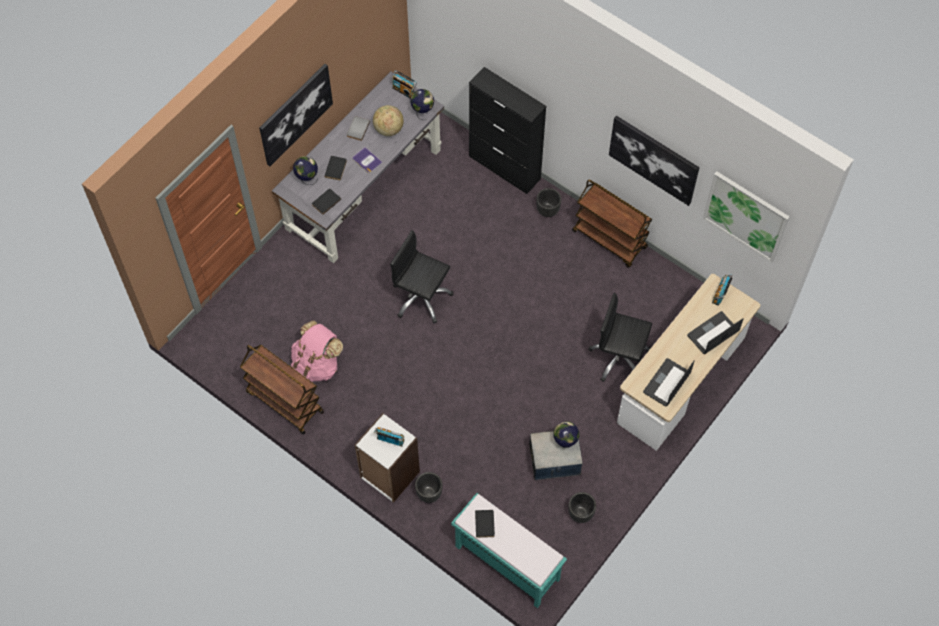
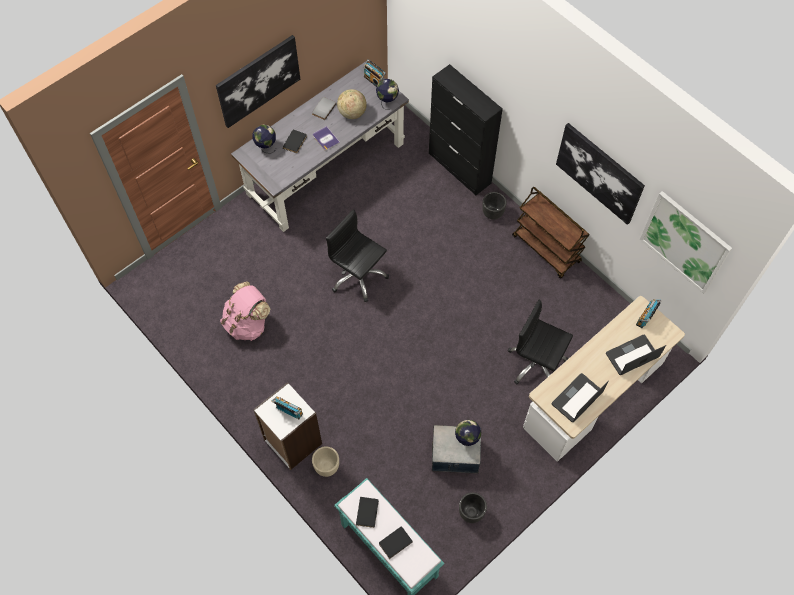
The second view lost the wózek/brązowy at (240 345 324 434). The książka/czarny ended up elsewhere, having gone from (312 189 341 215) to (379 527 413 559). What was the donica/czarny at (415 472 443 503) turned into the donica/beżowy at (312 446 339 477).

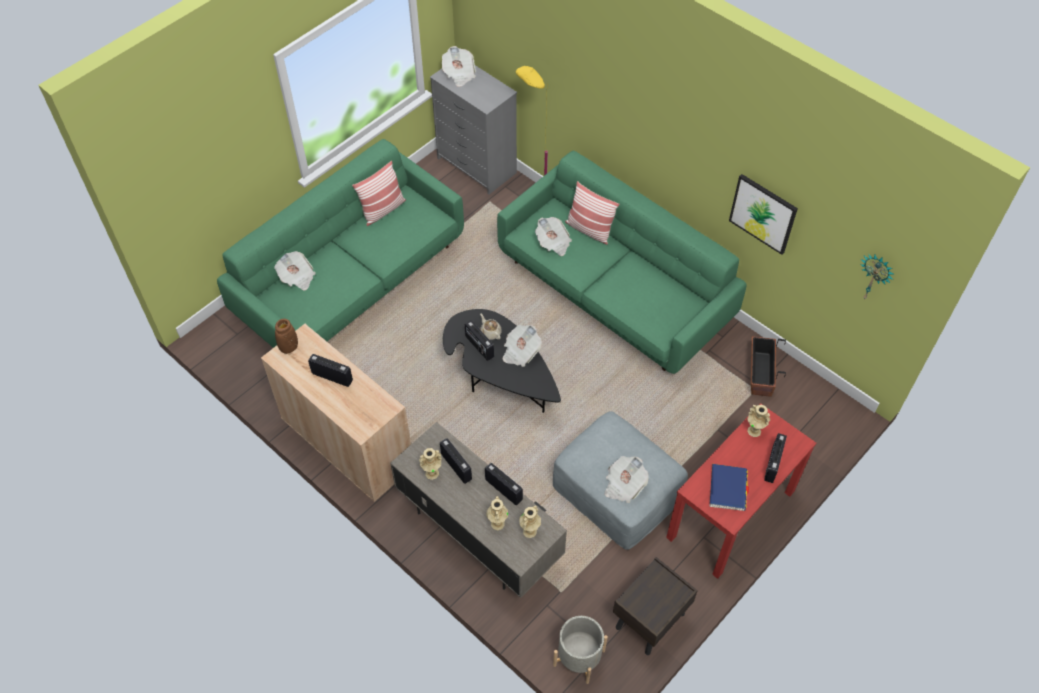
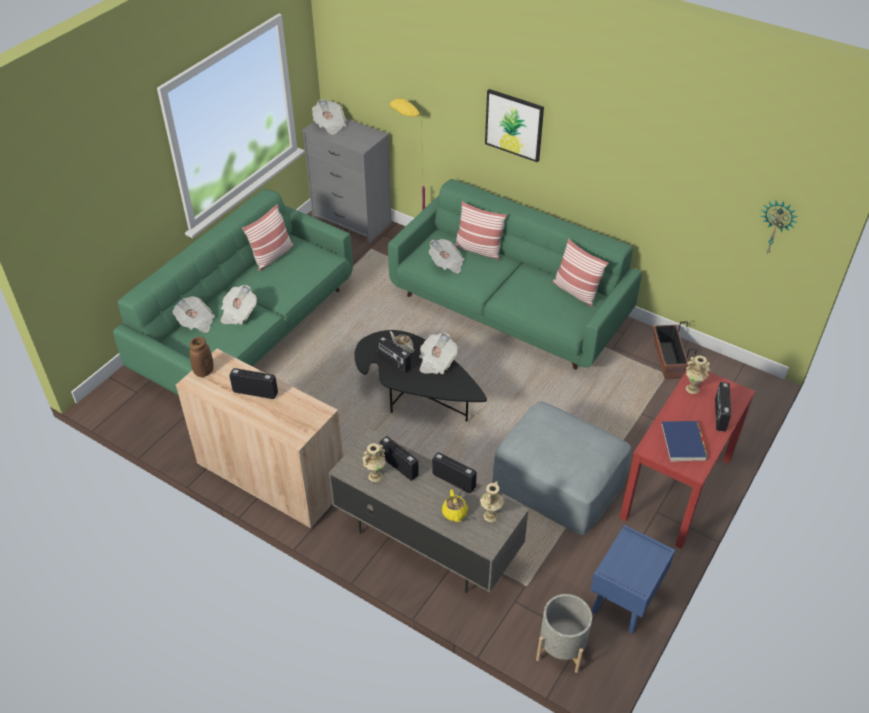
The second view gained the poduszka at (552 239 609 306). The gazeta ended up elsewhere, having gone from (605 456 649 503) to (221 285 257 325). The obraz ended up elsewhere, having gone from (729 174 798 255) to (485 89 544 162). Where the wazon/beżowy stood at (487 496 508 530), the imbryk/żółty came to stand at (442 489 468 522). What was the szafka nocna/brązowy at (613 557 698 655) turned into the szafka nocna/niebieski at (590 525 675 634).

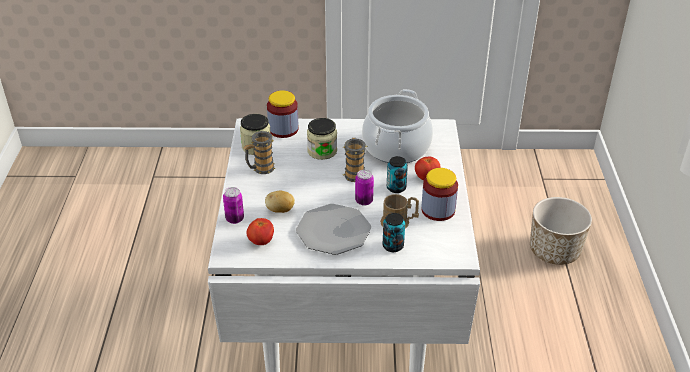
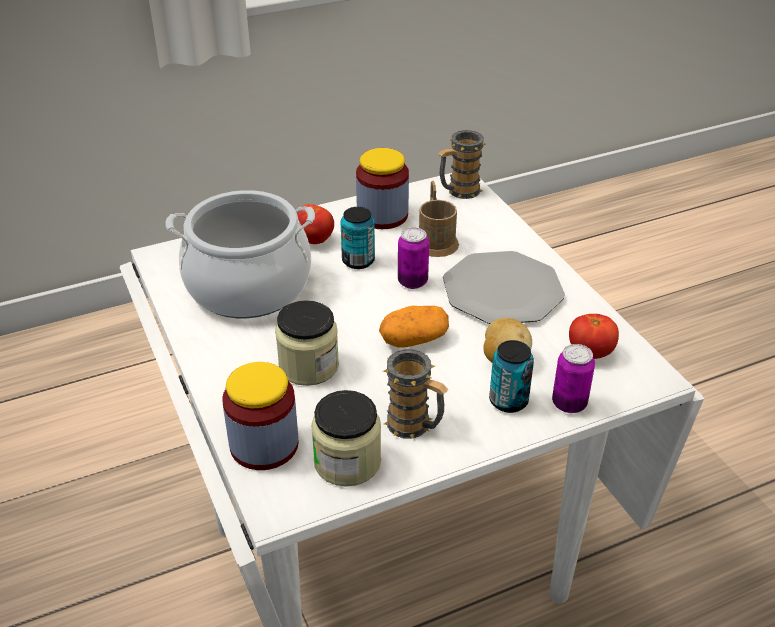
The second view lost the donica at (530 197 592 265). The second view gained the ziemniak at (379 306 449 348). The kubek ended up elsewhere, having gone from (343 138 367 182) to (438 130 486 199). The puszka ended up elsewhere, having gone from (383 213 405 252) to (489 340 534 413).

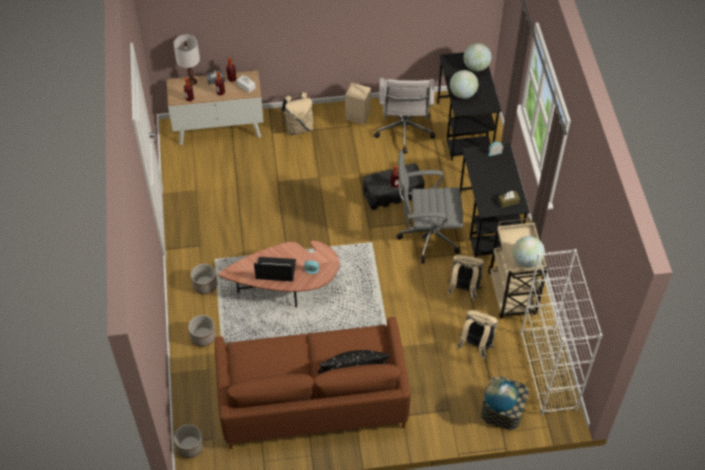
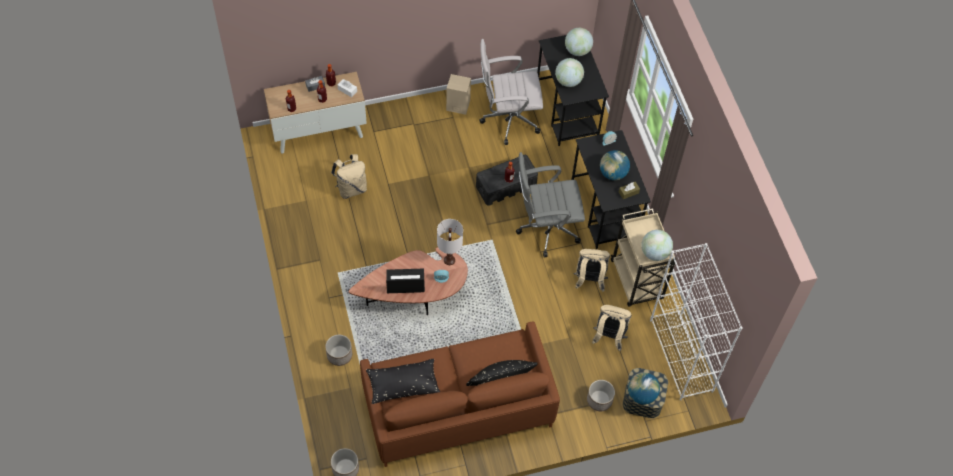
The second view gained the poduszka/czarny at (366 359 440 404). The second view gained the globus at (600 150 630 180). The lampa stołowa/biały ended up elsewhere, having gone from (173 34 200 86) to (437 219 463 265). The donica ended up elsewhere, having gone from (191 264 217 294) to (587 380 615 411). The plecak/beżowy ended up elsewhere, having gone from (281 92 314 135) to (331 154 367 199). The krzesło biurowe/biały at (374 78 435 154) ended up facing another way, 90 degrees clockwise from before.

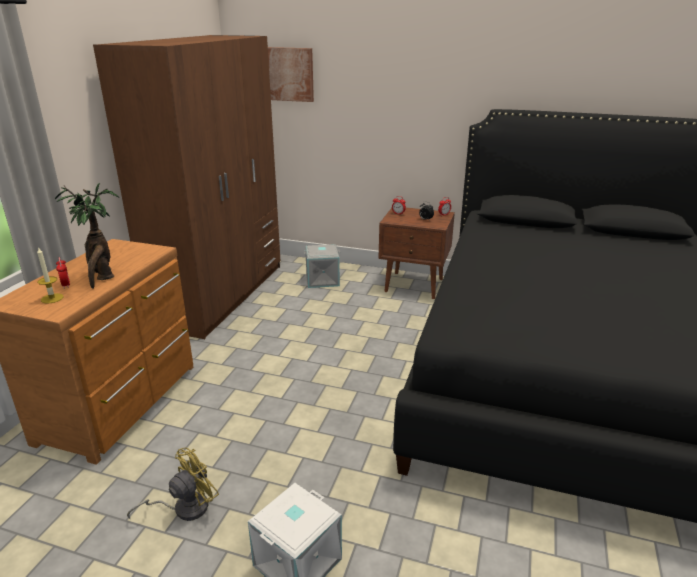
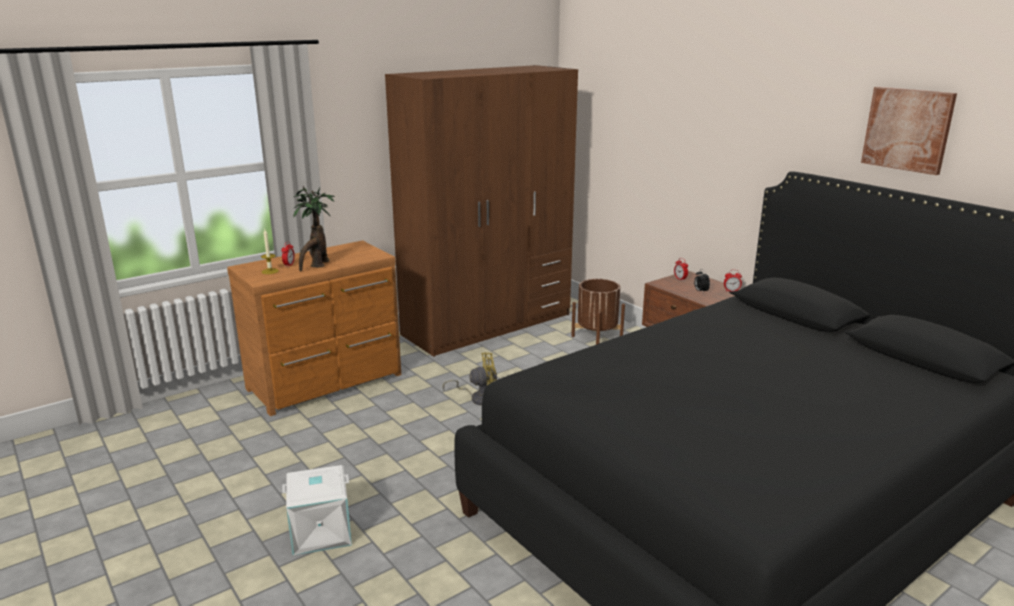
The wentylator/żółty ended up elsewhere, having gone from (127 448 219 521) to (443 352 497 405). The obraz ended up elsewhere, having gone from (268 47 314 102) to (861 87 957 175). Where the pojemnik do przechowywania/szary stood at (304 244 340 288), the donica/brązowy came to stand at (571 279 625 345).

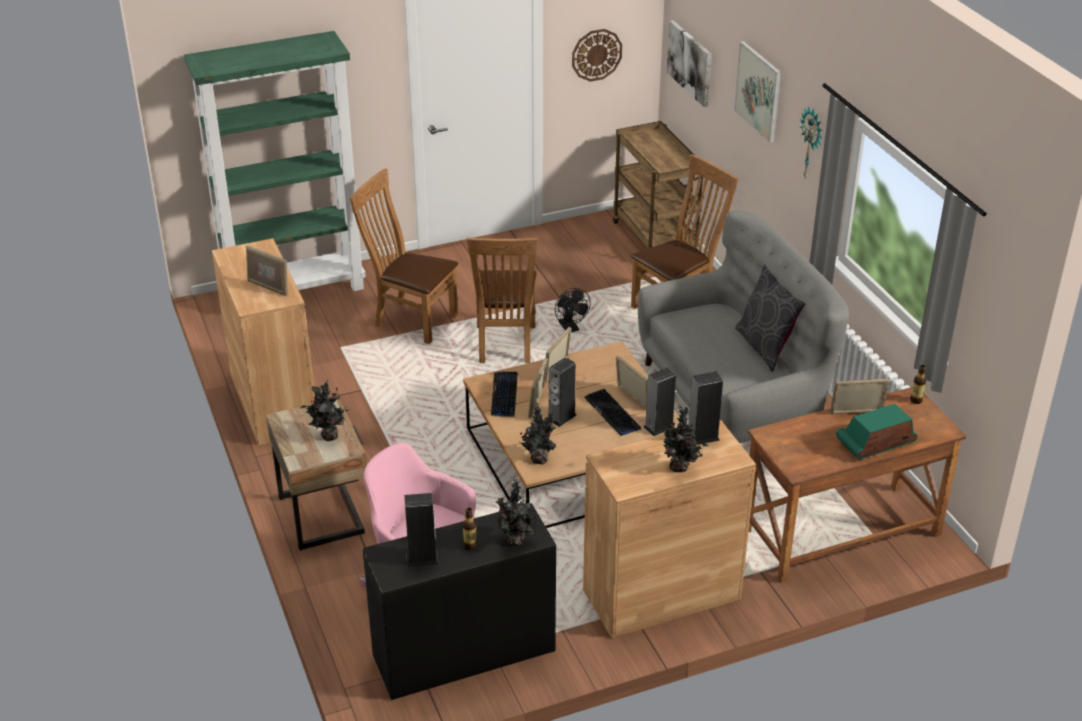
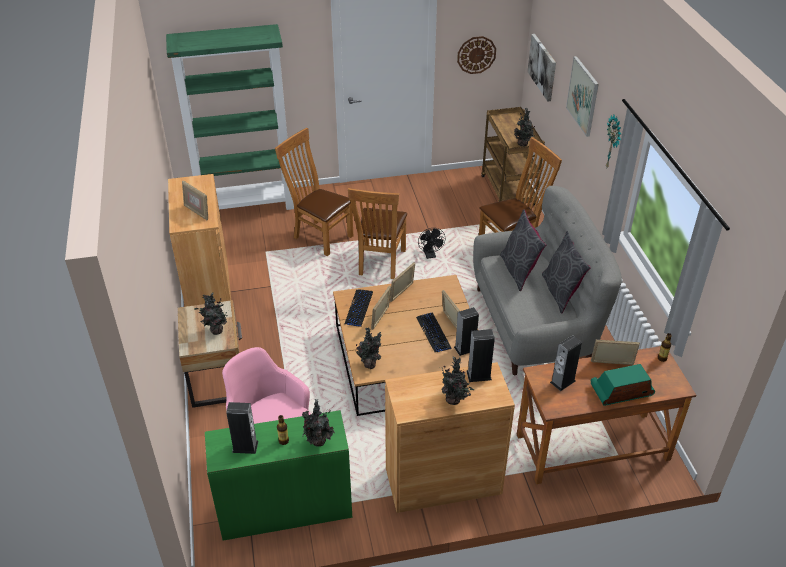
The second view gained the poduszka/szary at (500 209 546 291). The second view gained the roślina doniczkowa at (514 108 535 147). The głośnik ended up elsewhere, having gone from (549 357 576 427) to (550 335 582 391). What was the biurko/czarny at (363 503 556 700) turned into the biurko/zielony at (205 410 352 541).

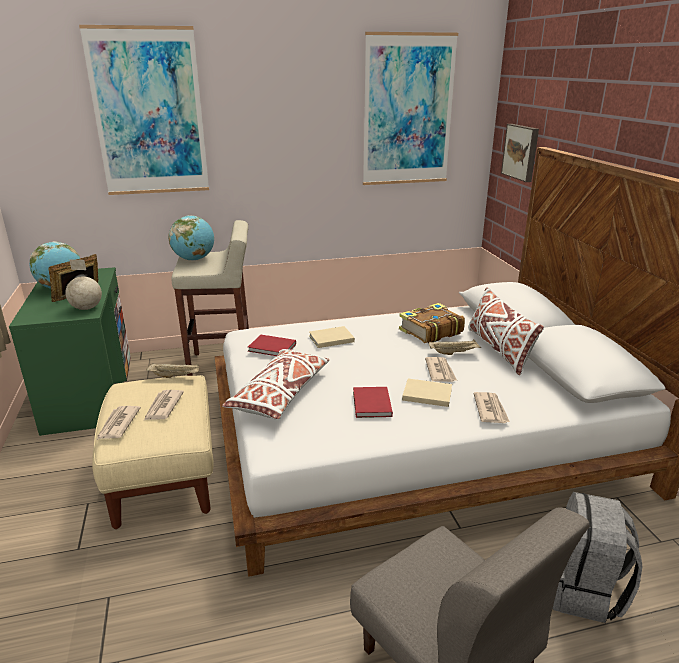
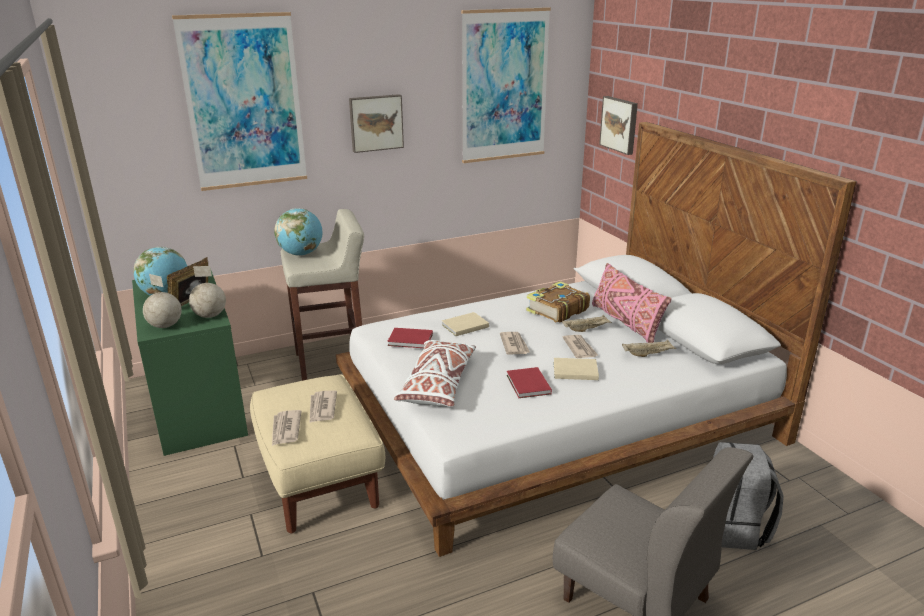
The second view gained the globus at (143 274 182 328). The second view gained the obraz at (349 94 404 153). The taca/beżowy ended up elsewhere, having gone from (146 363 199 378) to (622 340 676 357). The gazeta ended up elsewhere, having gone from (473 392 510 423) to (500 332 530 355). What was the poduszka/biały at (468 287 544 375) turned into the poduszka/różowy at (592 263 672 343).

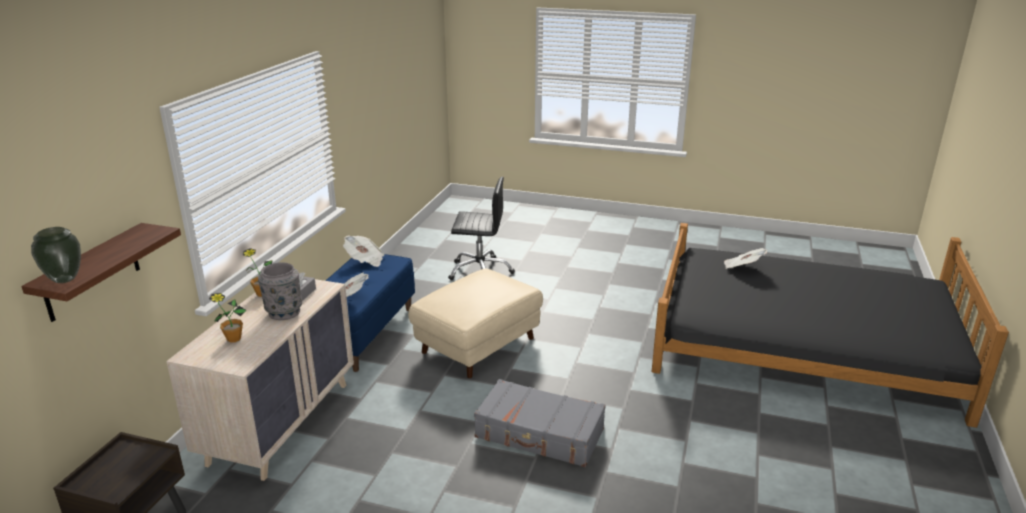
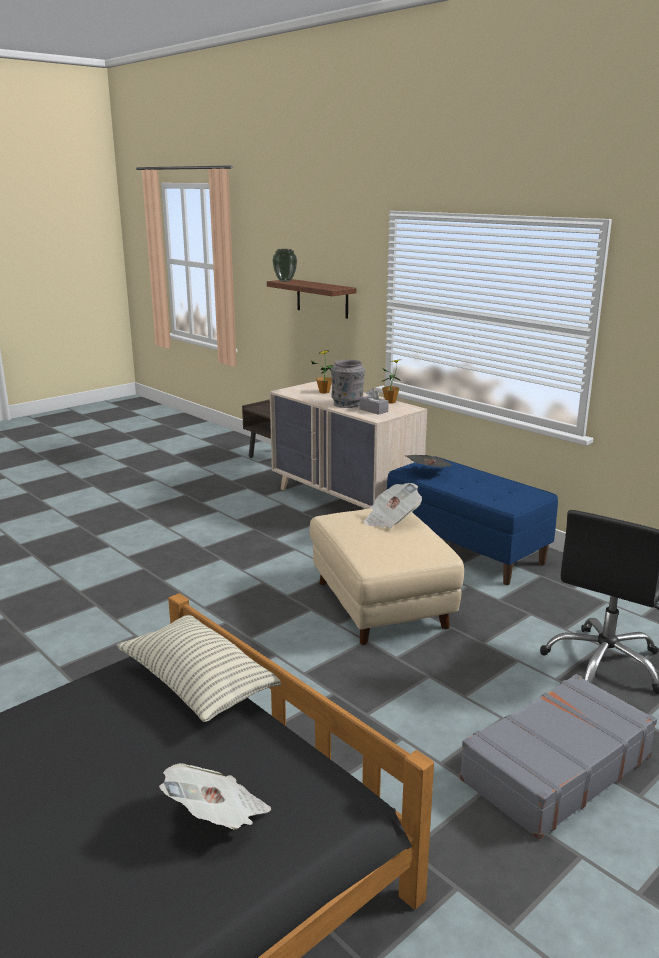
The second view gained the poduszka at (116 615 281 722). The gazeta ended up elsewhere, having gone from (343 235 384 267) to (363 483 422 529). The walizka/szary ended up elsewhere, having gone from (474 379 606 467) to (460 674 657 840).

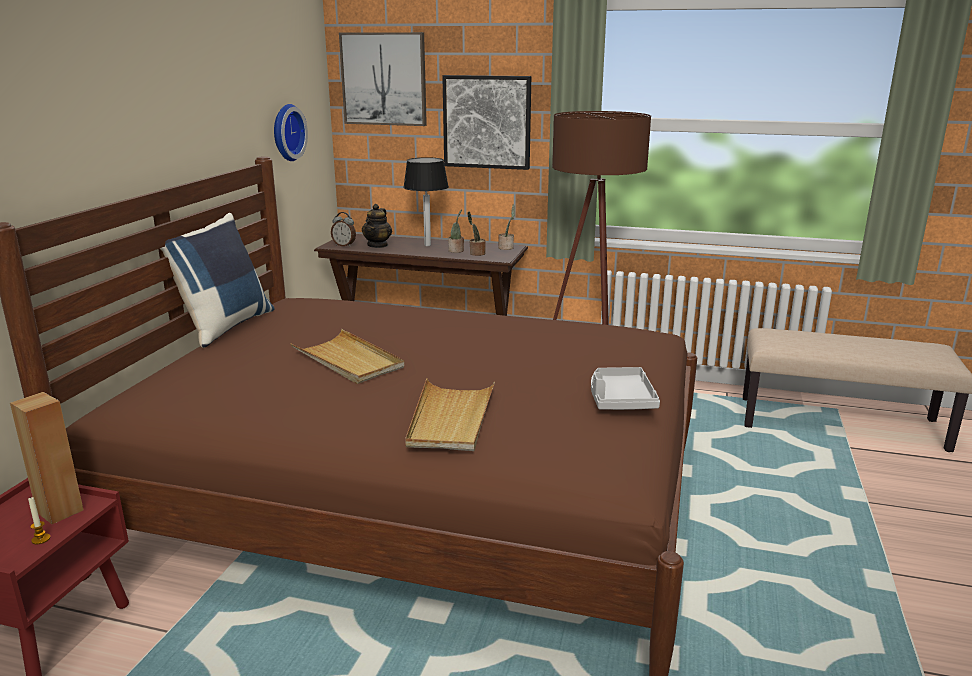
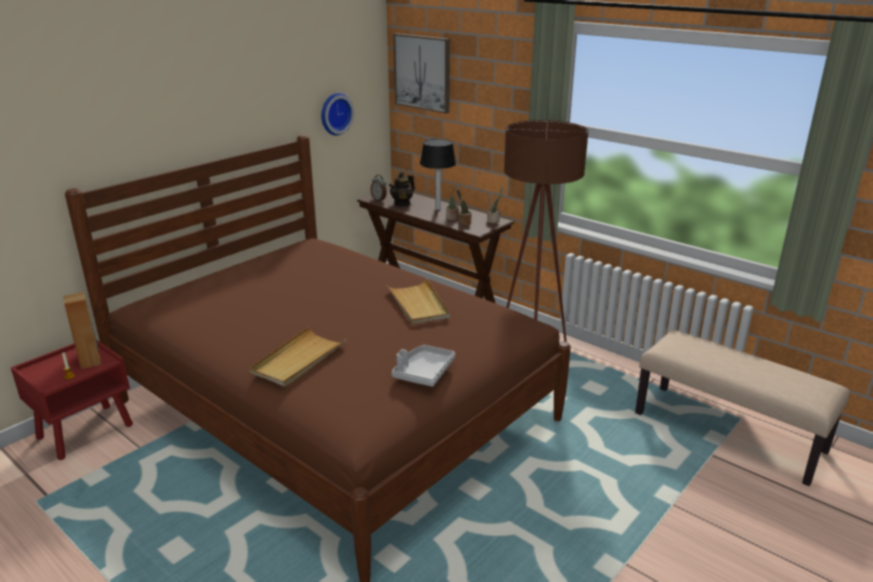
The second view lost the poduszka/niebieski at (160 213 274 348). The second view lost the obraz at (442 75 531 170). The taca/beżowy ended up elsewhere, having gone from (291 329 404 384) to (386 278 450 324).

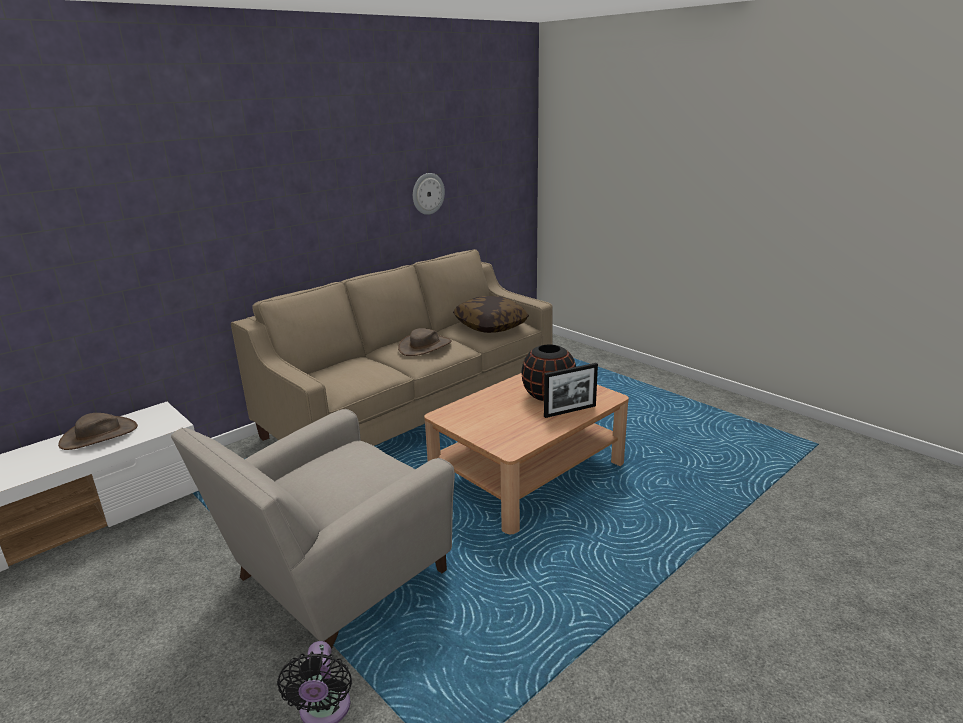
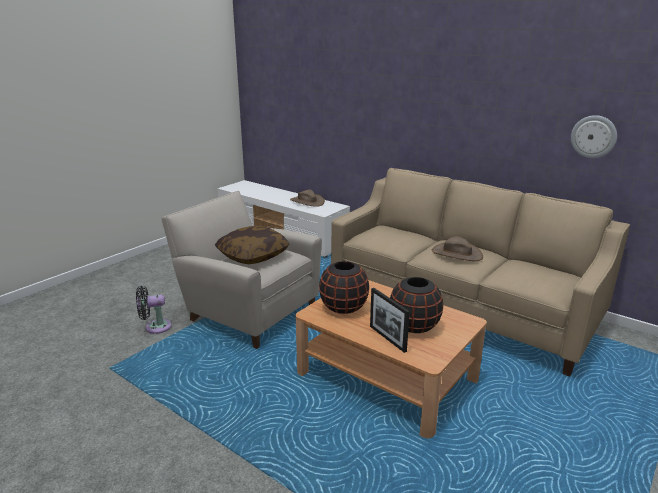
The second view gained the wazon/czarny at (319 261 369 314). The poduszka ended up elsewhere, having gone from (453 296 529 333) to (215 226 290 264).

